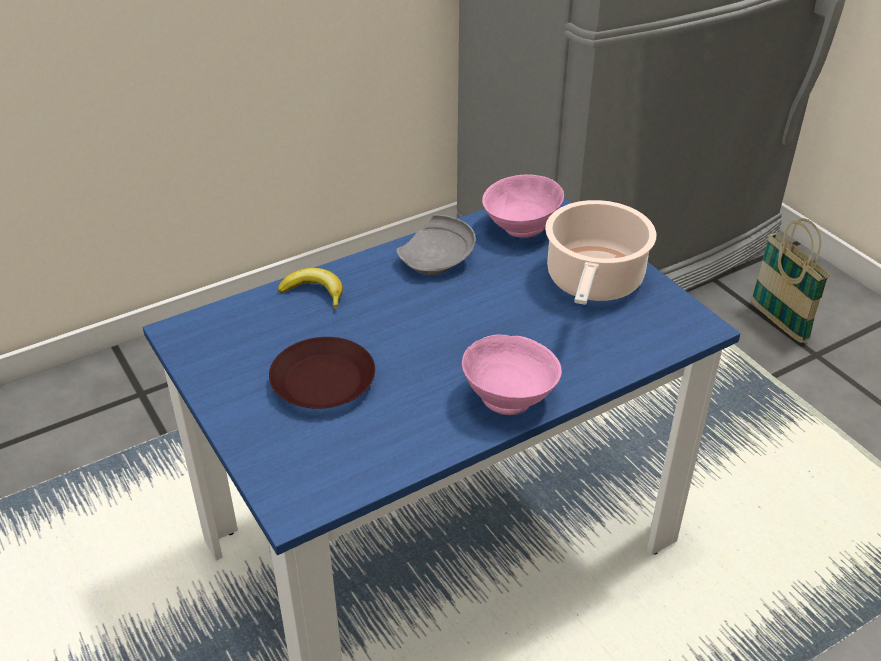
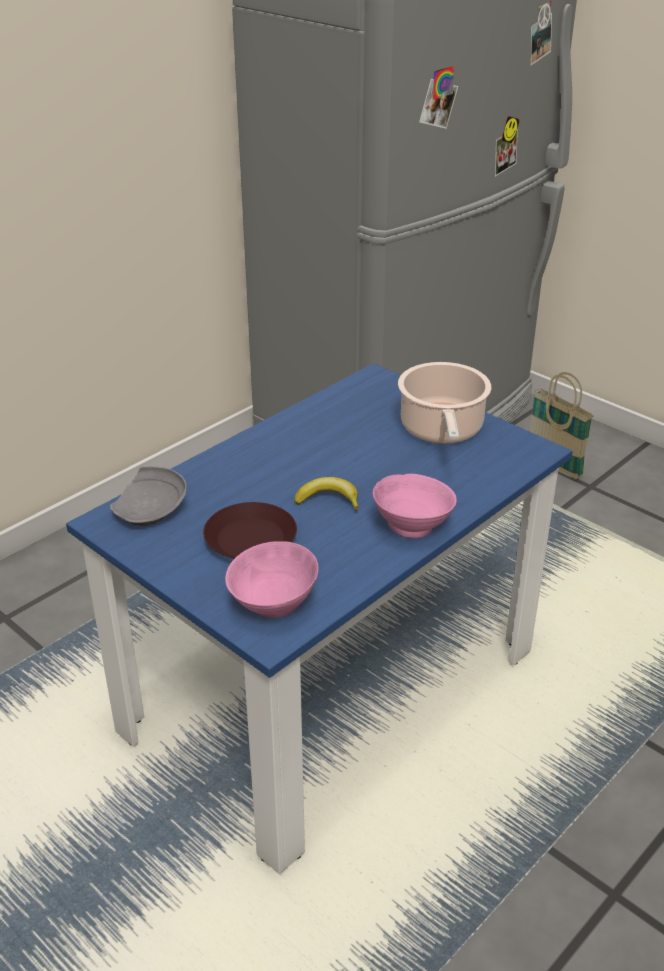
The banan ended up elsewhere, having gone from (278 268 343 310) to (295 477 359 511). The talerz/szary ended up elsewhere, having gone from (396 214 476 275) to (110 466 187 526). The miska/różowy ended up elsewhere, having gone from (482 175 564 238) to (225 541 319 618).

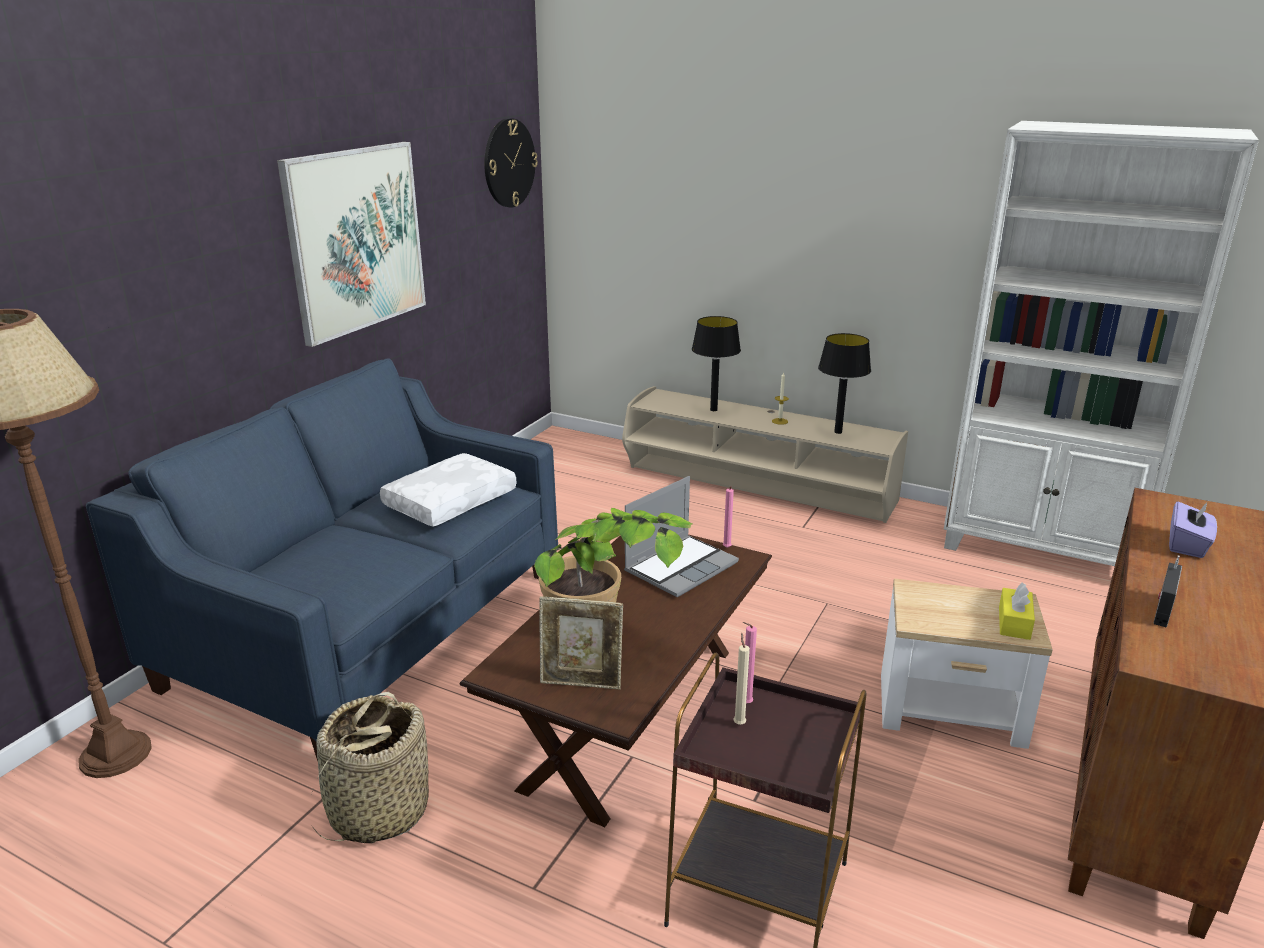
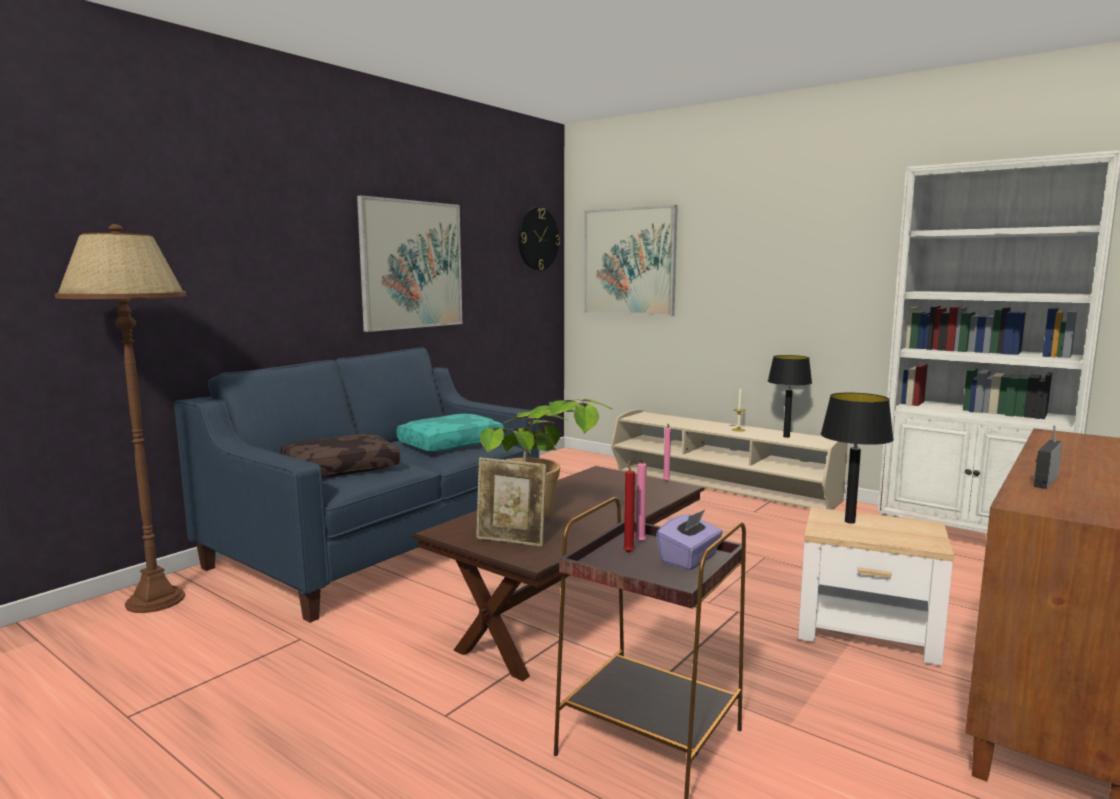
The second view lost the koszyk at (311 692 429 843). The second view lost the laptop at (624 476 739 597). The second view lost the pudełko chusteczek/żółty at (999 582 1035 640). The second view gained the poduszka/brązowy at (280 434 400 478). The second view gained the obraz at (583 205 678 316). The lampa stołowa/czarny ended up elsewhere, having gone from (692 316 741 411) to (821 393 894 524). The pudełko chusteczek/fioletowy ended up elsewhere, having gone from (1169 501 1217 558) to (656 510 723 571). What was the poduszka/biały at (380 453 517 527) turned into the poduszka/turkusowy at (396 414 504 452). What was the świeca/beżowy at (733 633 750 725) turned into the świeca/czerwony at (623 460 635 553).

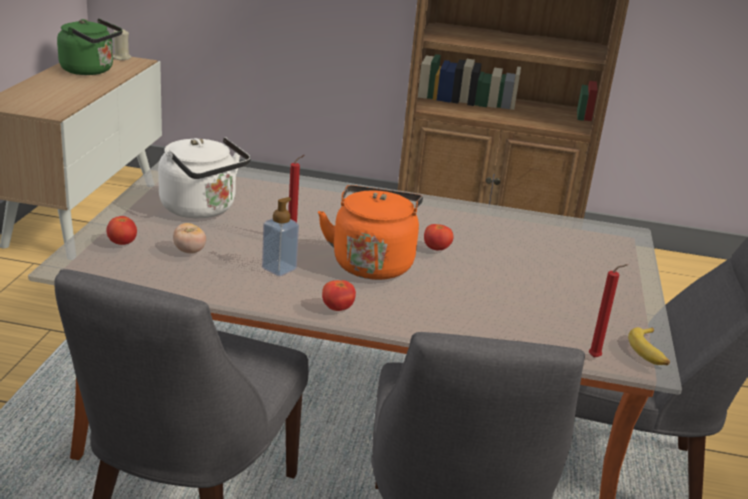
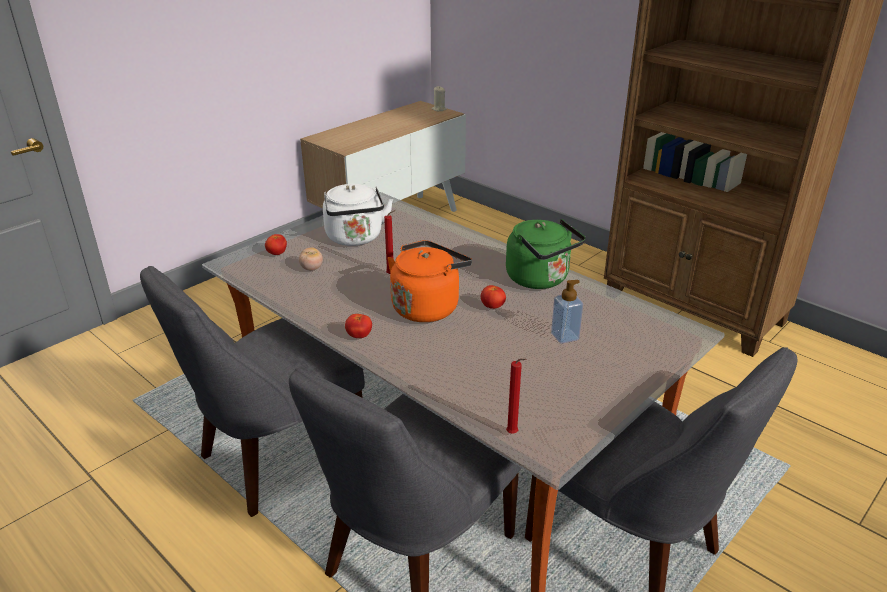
The second view lost the banan at (628 327 670 365). The czajnik/zielony ended up elsewhere, having gone from (57 18 123 75) to (506 219 585 289). The dozownik mydła ended up elsewhere, having gone from (262 197 299 276) to (551 280 583 343).

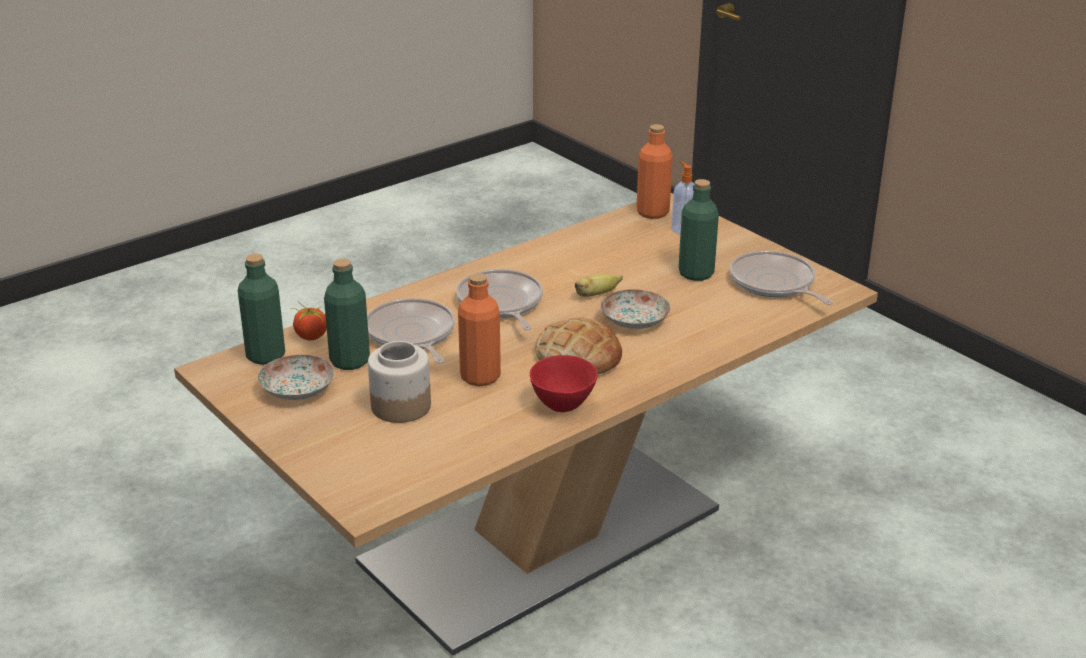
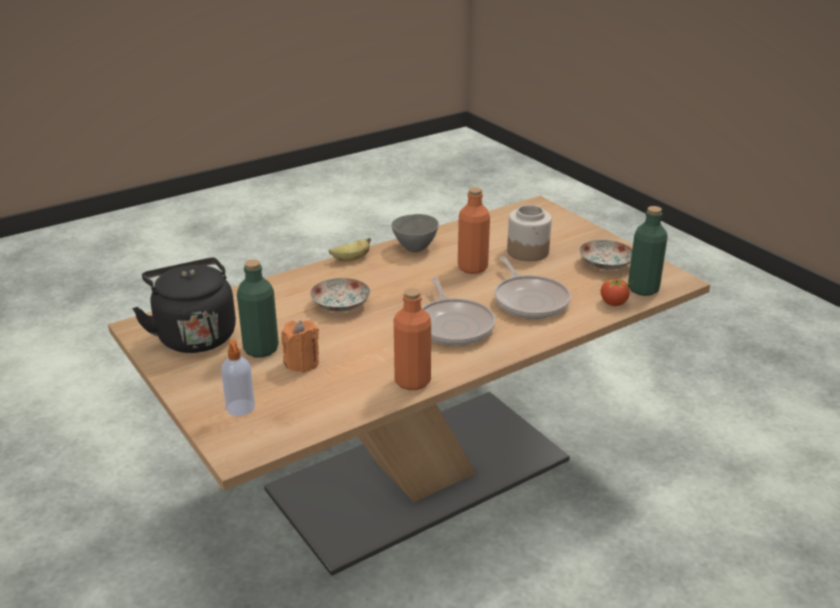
The second view lost the butelka/zielony at (324 259 370 370). The second view lost the chleb at (535 318 622 374). The second view gained the świeca/pomarańczowy at (281 320 319 373). The banan ended up elsewhere, having gone from (575 274 623 297) to (329 237 371 262). The butelka/pomarańczowy ended up elsewhere, having gone from (636 124 673 219) to (394 288 431 390). Where the patelnia stood at (730 251 833 305), the czajnik/czarny came to stand at (132 258 236 353). What was the miska/czerwony at (530 355 598 412) turned into the miska/szary at (391 214 439 253).

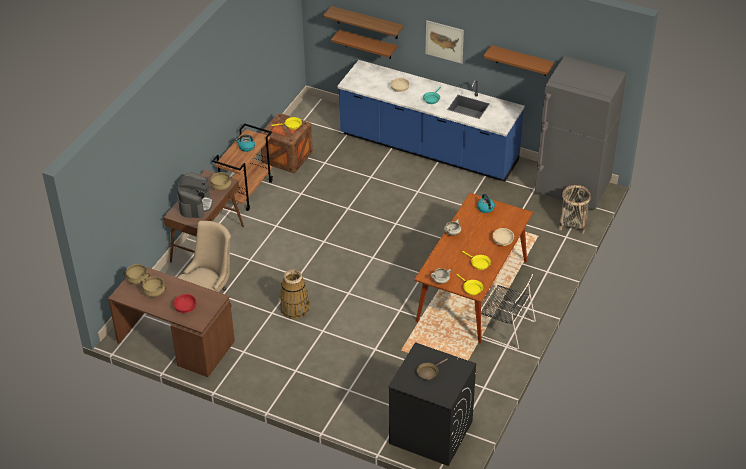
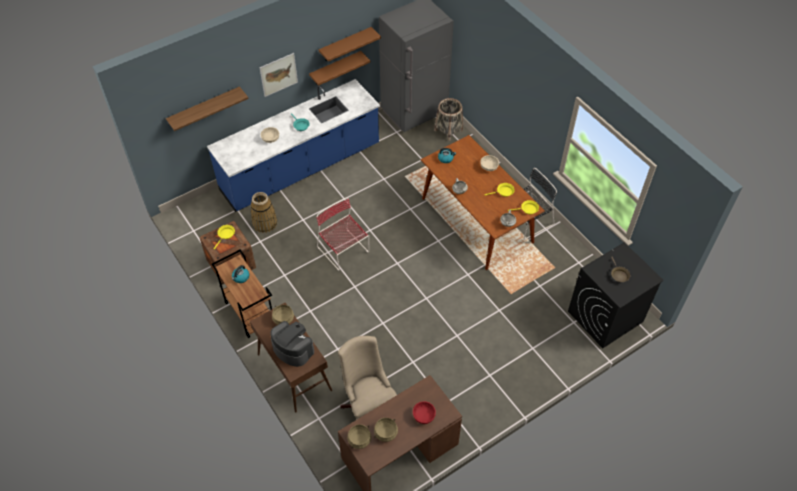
The second view gained the krzesło/czerwony at (316 198 369 271). The koszyk ended up elsewhere, having gone from (280 269 310 319) to (251 192 277 233). The półka/brązowy ended up elsewhere, having gone from (331 30 397 59) to (309 51 371 86).

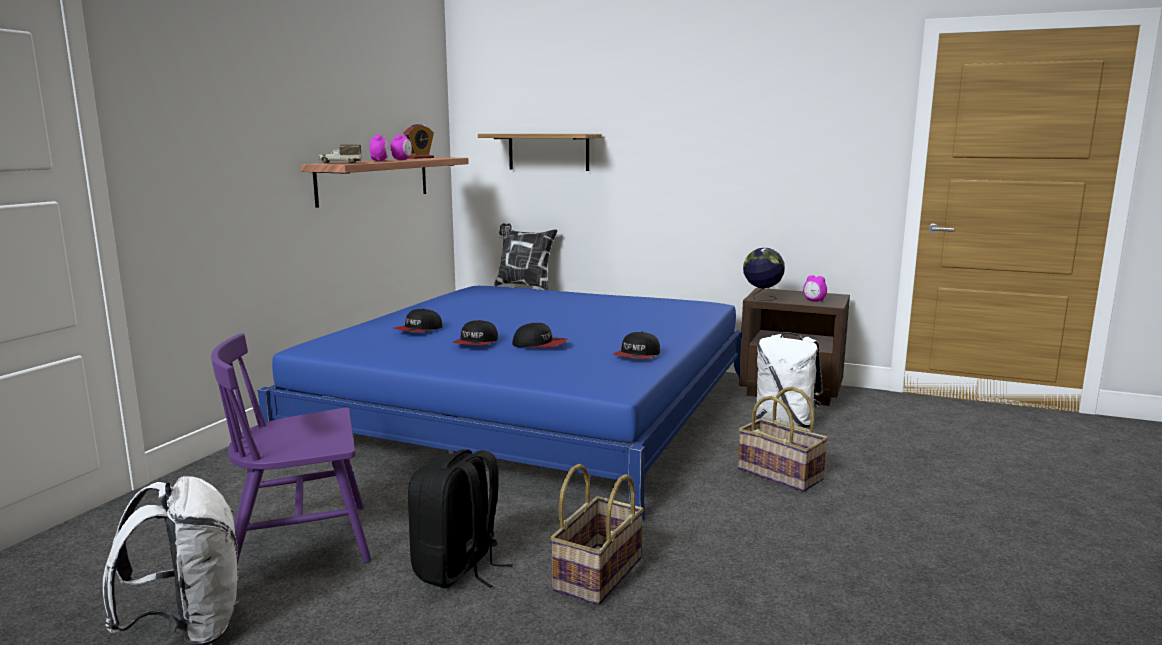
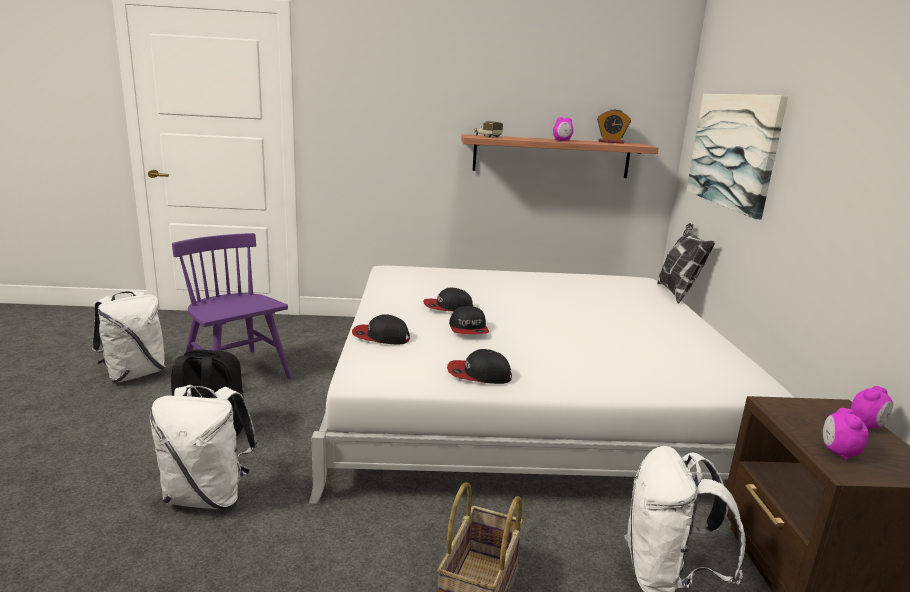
The second view lost the globus at (743 248 785 301). The budzik ended up elsewhere, having gone from (370 135 388 161) to (850 386 893 429). The czapka z daszkiem ended up elsewhere, having gone from (393 308 442 332) to (352 314 410 345). Where the półka hung at (478 134 602 171), the obraz came to hang at (686 94 788 219). Where the koszyk stood at (550 464 644 605), the plecak/biały came to stand at (150 385 258 509). What was the łóżko/niebieski at (258 286 741 522) turned into the łóżko/biały at (309 266 795 504).

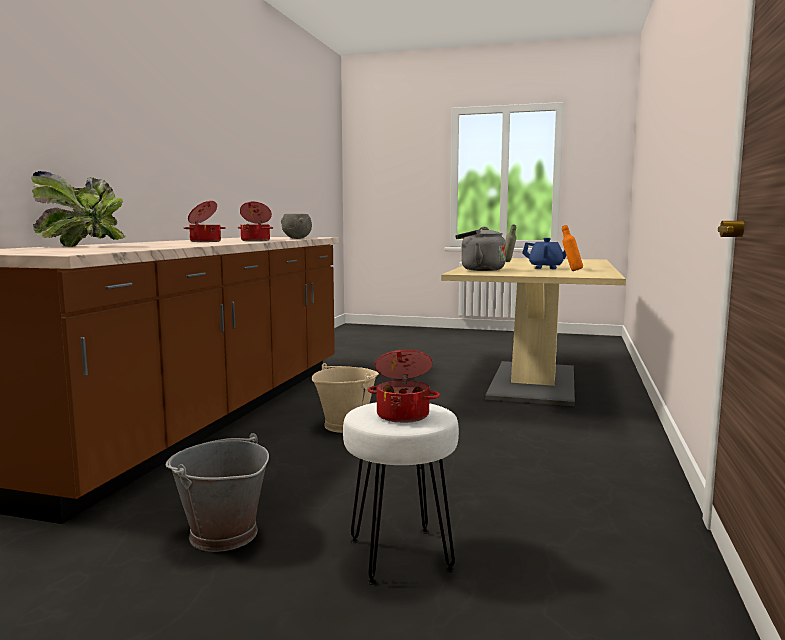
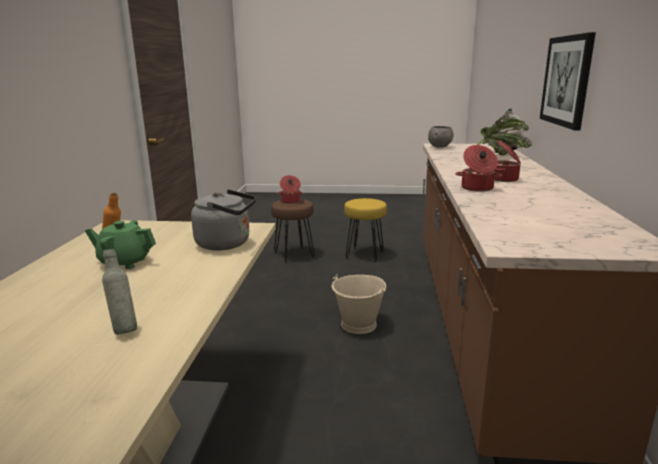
The second view gained the obraz at (540 32 596 130). The miska/szary ended up elsewhere, having gone from (281 214 312 239) to (428 126 454 148). Where the wiadro/szary stood at (166 433 269 552), the stołek/żółty came to stand at (344 198 387 263). What was the stołek/biały at (343 402 459 585) turned into the stołek/brązowy at (271 199 314 263). What was the imbryk/niebieski at (522 238 567 269) turned into the imbryk/zielony at (85 220 156 269).

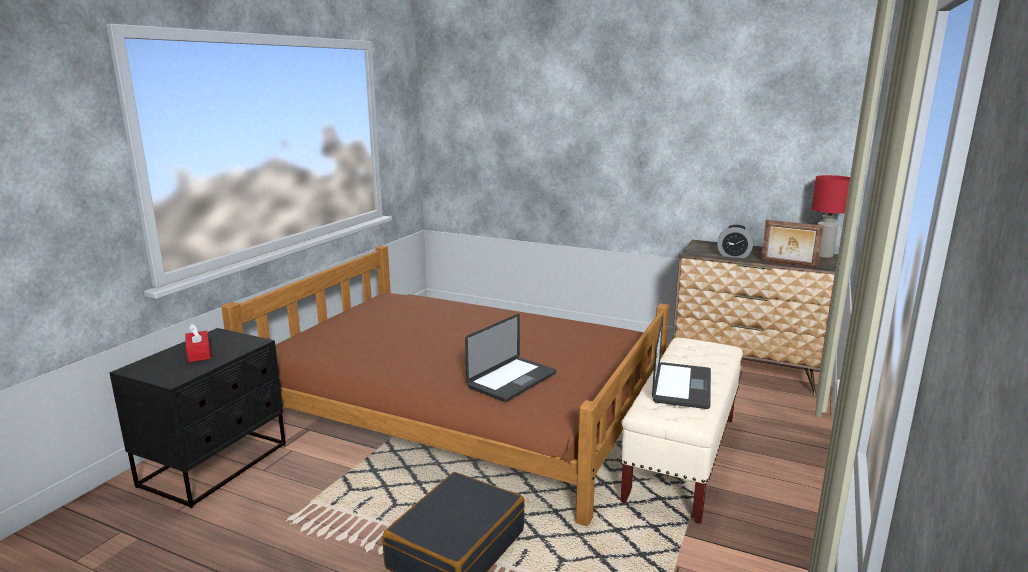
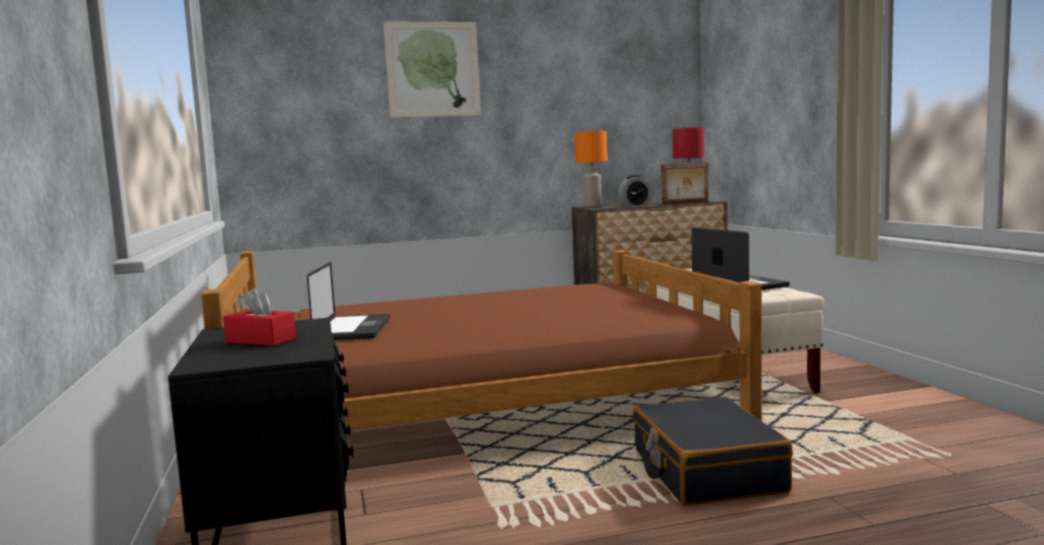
The second view gained the obraz at (384 22 481 118). The second view gained the lampa stołowa/pomarańczowy at (574 131 607 207). The laptop ended up elsewhere, having gone from (465 314 556 402) to (307 262 390 340).

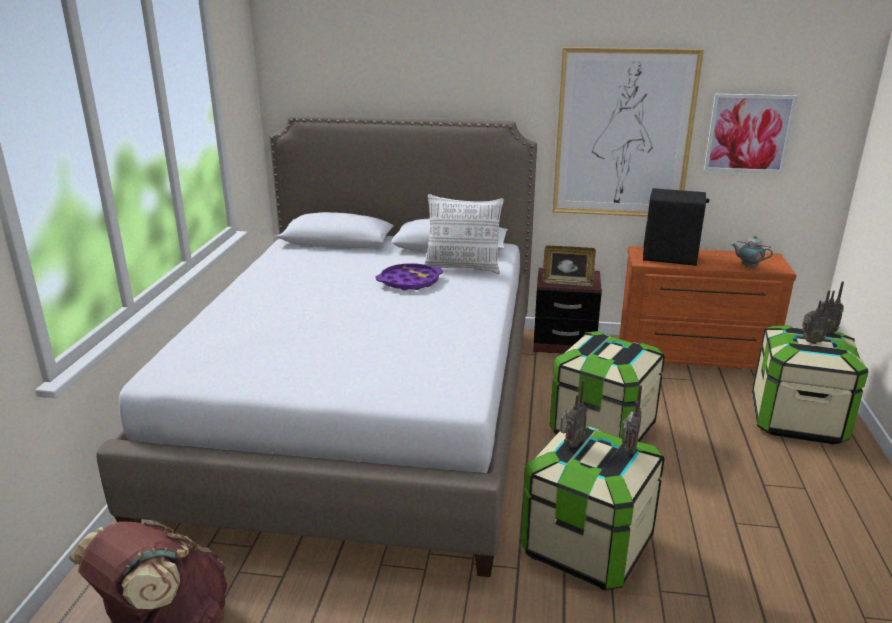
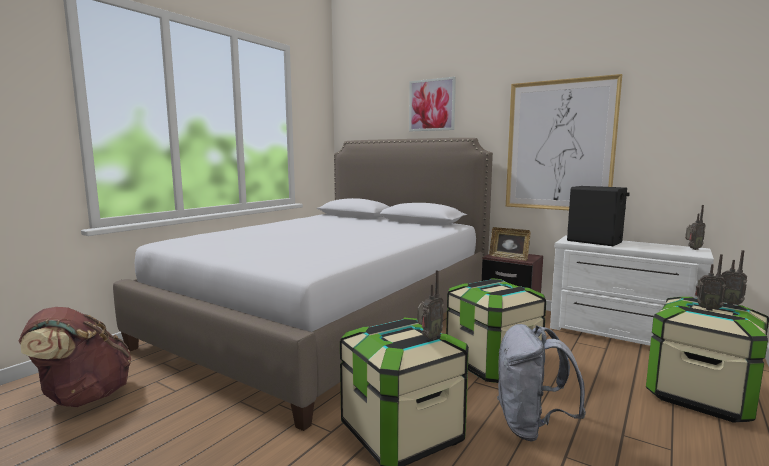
The second view lost the taca/fioletowy at (375 263 443 290). The second view lost the poduszka at (424 194 504 274). The second view lost the imbryk at (732 235 773 268). The second view gained the plecak/szary at (497 324 586 442). The radio ended up elsewhere, having gone from (560 380 588 447) to (685 205 706 250). The obraz ended up elsewhere, having gone from (704 94 797 173) to (409 77 456 131). What was the komoda/brązowy at (619 246 797 369) turned into the komoda/biały at (550 235 714 346).

